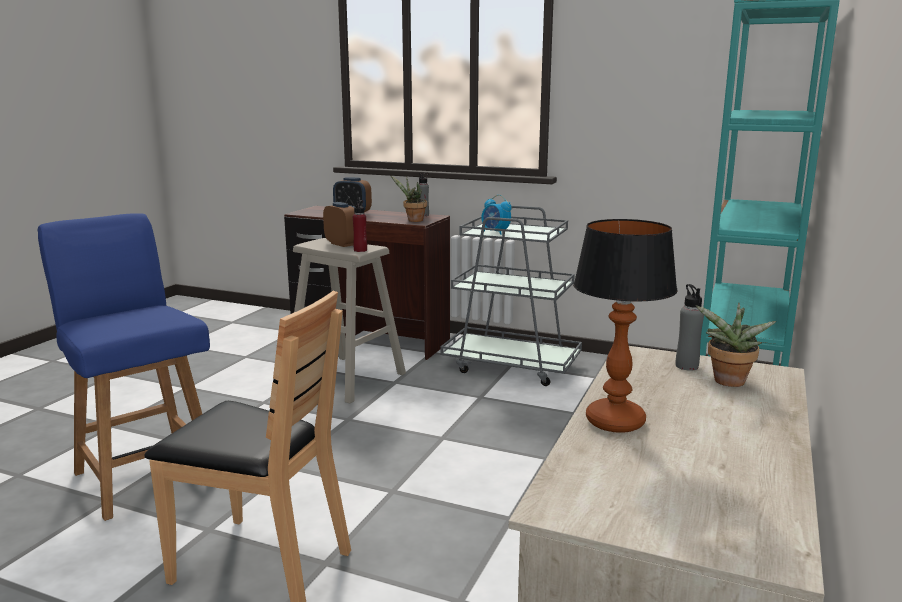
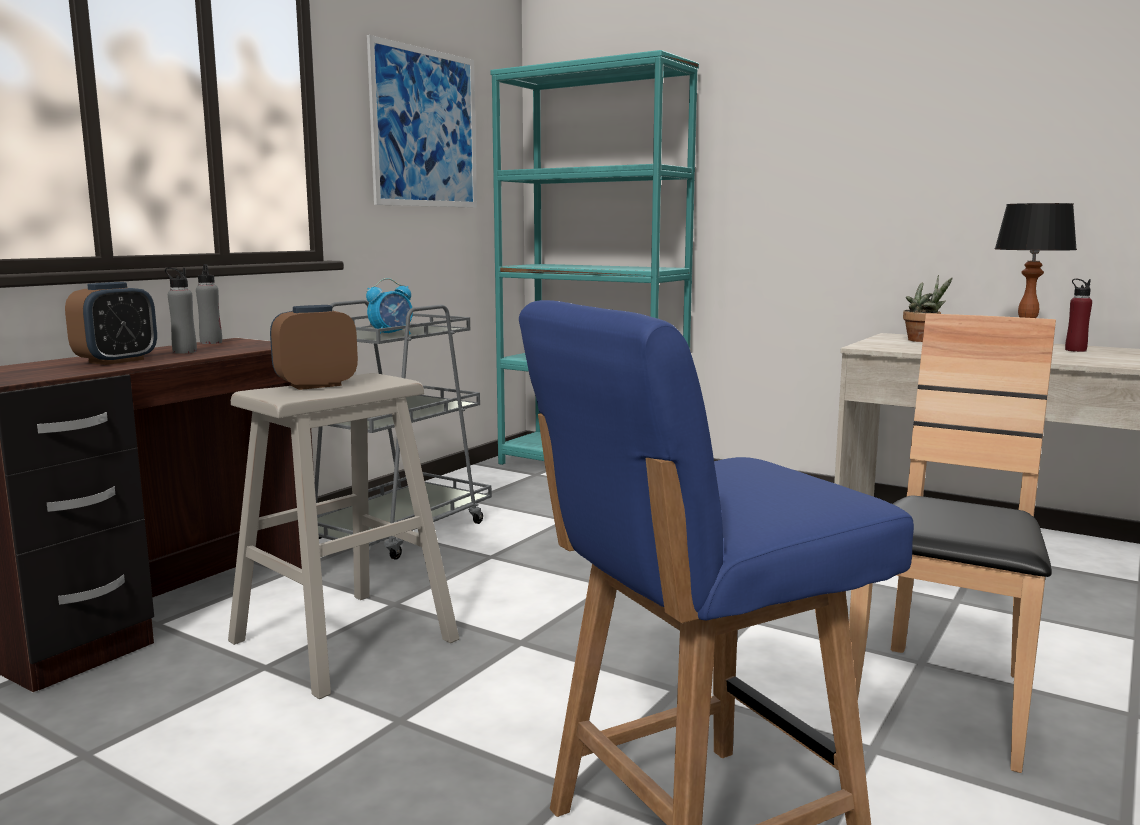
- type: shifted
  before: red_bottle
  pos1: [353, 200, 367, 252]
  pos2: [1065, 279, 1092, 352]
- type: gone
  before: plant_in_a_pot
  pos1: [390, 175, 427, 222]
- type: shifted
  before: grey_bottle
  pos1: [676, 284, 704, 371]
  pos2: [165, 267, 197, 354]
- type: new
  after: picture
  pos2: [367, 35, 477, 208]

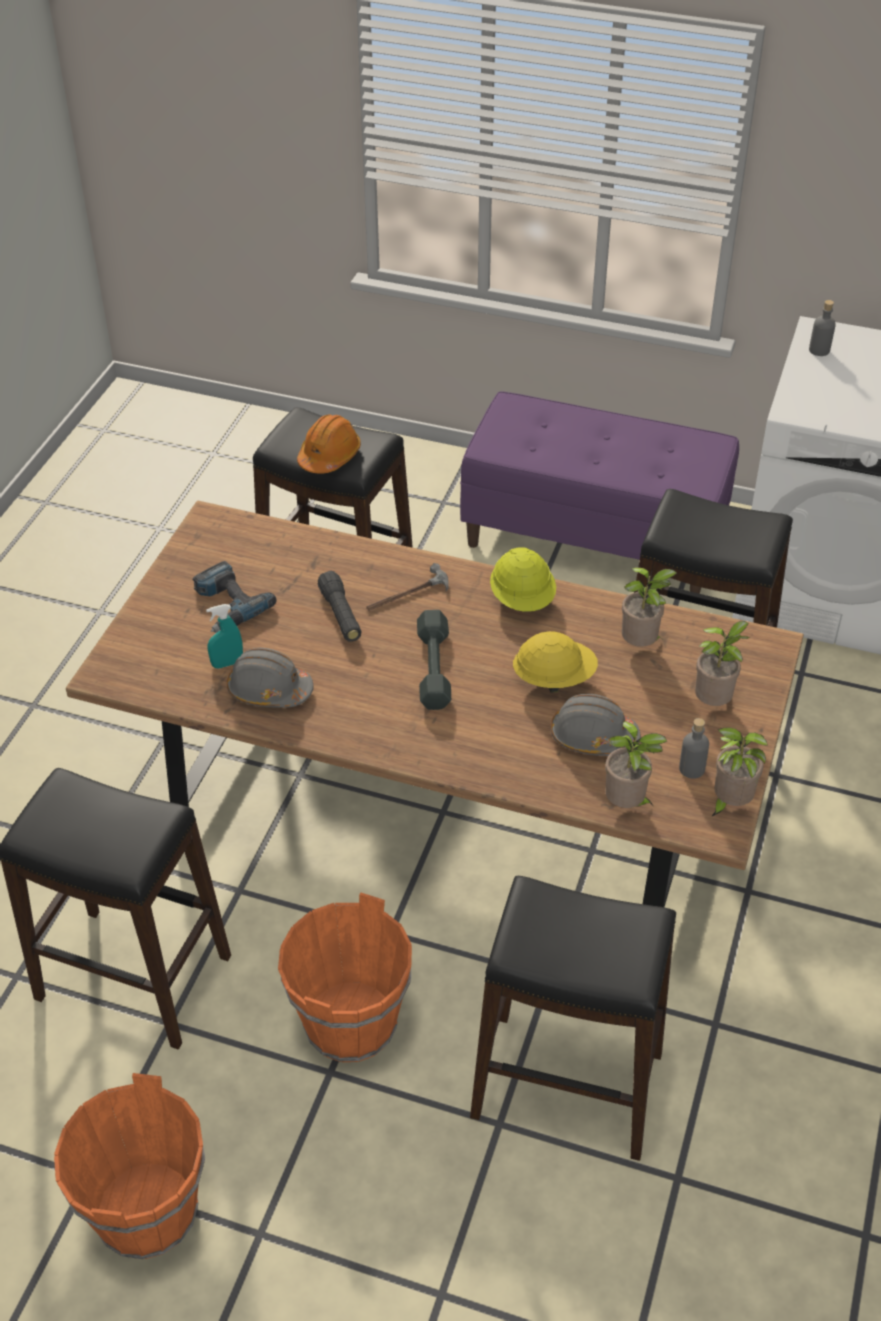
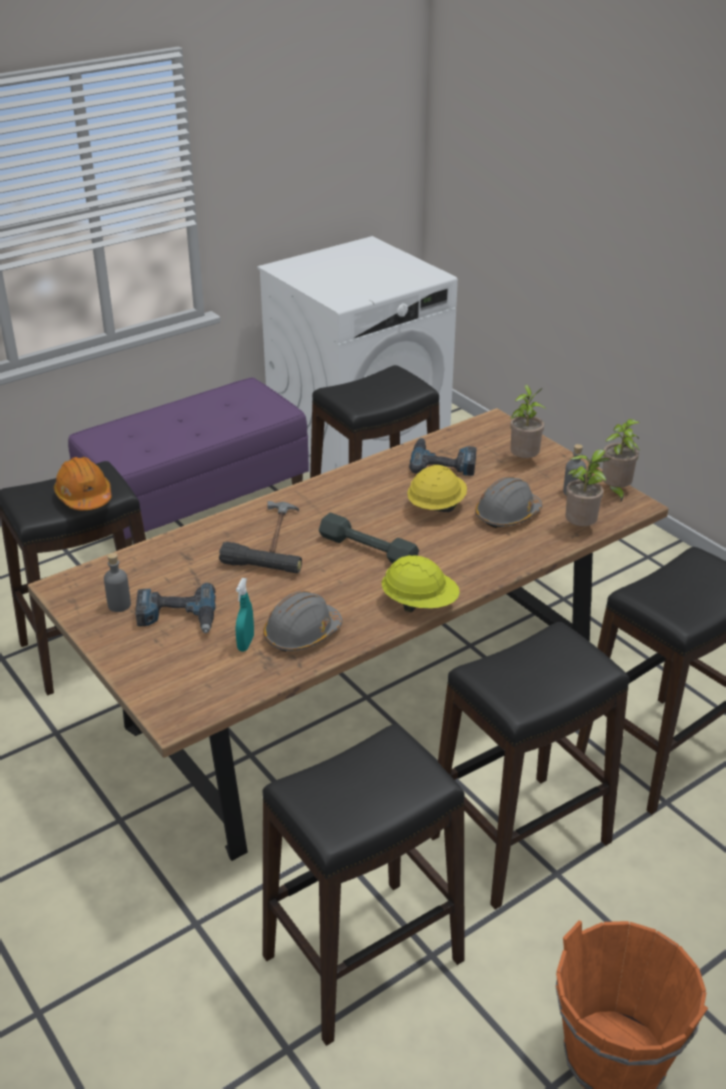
- type: swapped
  before: orange_bucket
  after: black-coloured_stool
  pos1: [278, 893, 412, 1062]
  pos2: [431, 622, 629, 910]
- type: shifted
  before: yellow_hard_hat
  pos1: [490, 547, 556, 612]
  pos2: [382, 555, 460, 612]
- type: swapped
  before: plant_in_a_pot
  after: power_drill
  pos1: [622, 567, 677, 647]
  pos2: [409, 438, 477, 476]
- type: shifted
  before: grey_bottle
  pos1: [809, 300, 836, 356]
  pos2: [104, 553, 131, 612]

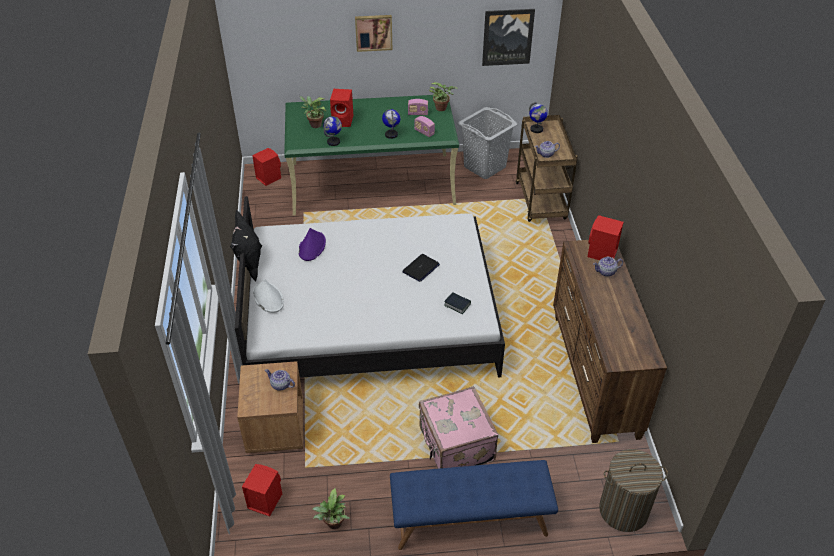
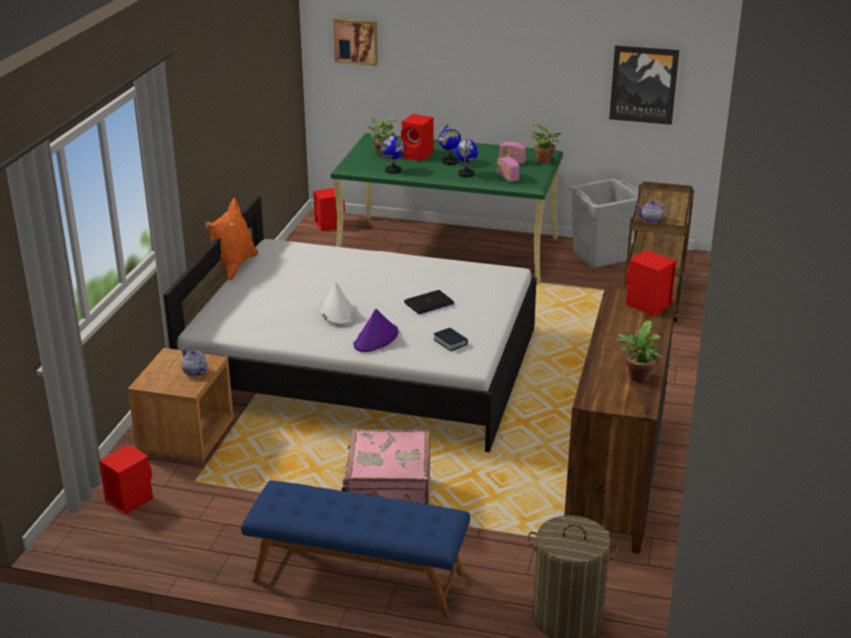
- type: repainted
  before: black-coloured_cushion
  after: orange_cushion
  pos1: [230, 209, 262, 281]
  pos2: [205, 197, 258, 281]
- type: shifted
  before: whitish_wearable_hat
  pos1: [253, 279, 284, 313]
  pos2: [320, 282, 355, 325]
- type: shifted
  before: purplish_wearable_hat
  pos1: [299, 228, 326, 261]
  pos2: [353, 309, 399, 352]
- type: shifted
  before: plant_in_a_pot
  pos1: [312, 488, 350, 529]
  pos2: [616, 321, 663, 382]
- type: shifted
  before: picture
  pos1: [355, 15, 392, 52]
  pos2: [333, 18, 378, 66]
- type: shifted
  before: desk_globe
  pos1: [529, 102, 548, 133]
  pos2: [439, 124, 461, 165]
- type: gone
  before: teapot
  pos1: [593, 257, 623, 277]

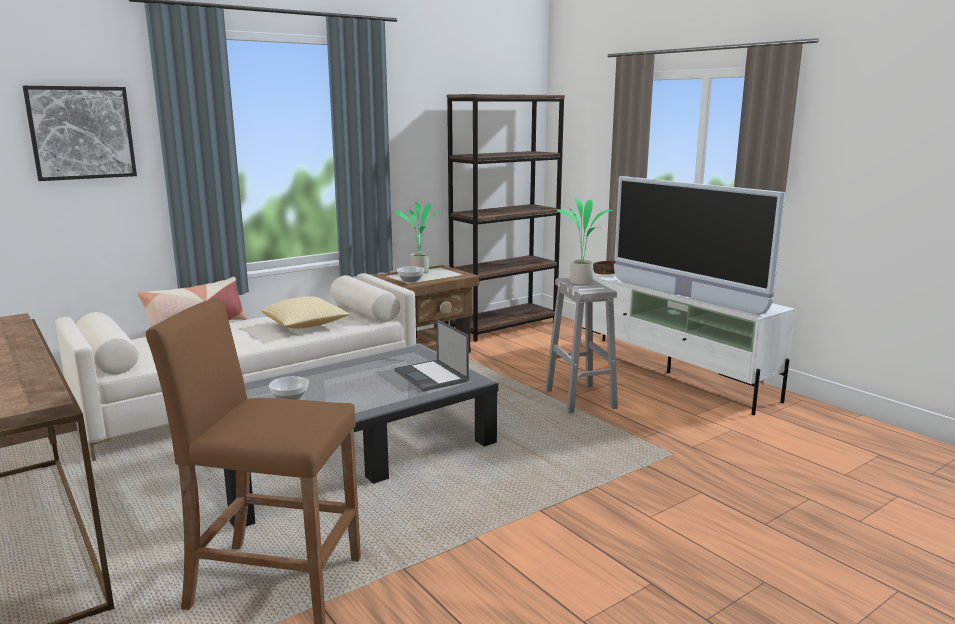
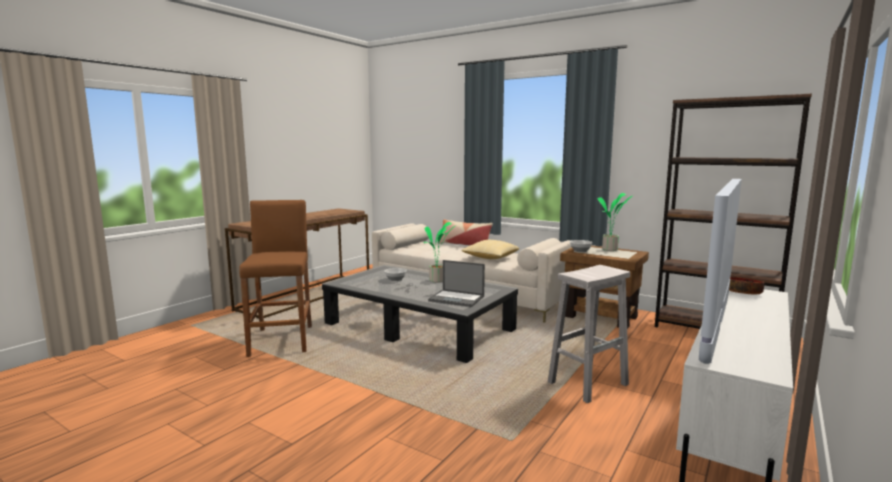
- type: gone
  before: picture
  pos1: [23, 86, 137, 181]
- type: rotated
  before: portable_computer
  pos1: [394, 319, 469, 392]
  pos2: [428, 260, 485, 307]
  turn: -105
- type: shifted
  before: plant_in_a_pot
  pos1: [557, 198, 613, 285]
  pos2: [423, 222, 455, 282]

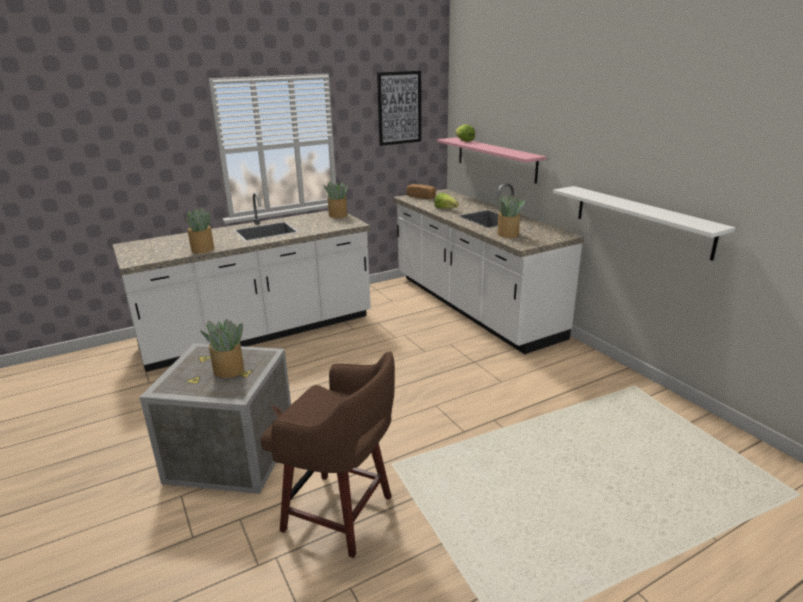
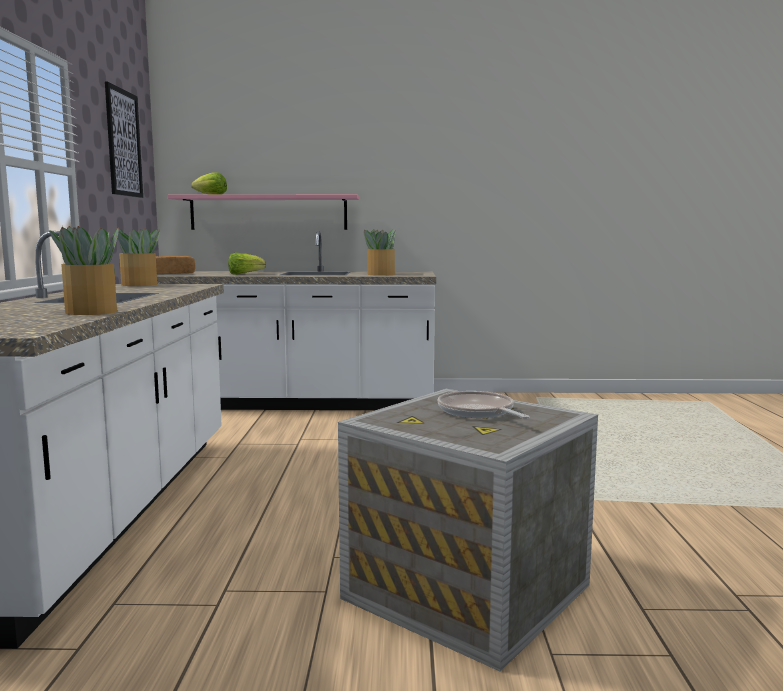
- type: swapped
  before: plant_in_a_pot
  after: skillet
  pos1: [200, 319, 244, 378]
  pos2: [437, 391, 530, 419]
- type: gone
  before: brownish_stool
  pos1: [260, 351, 395, 558]
- type: gone
  before: whitish_shelf
  pos1: [553, 186, 736, 261]

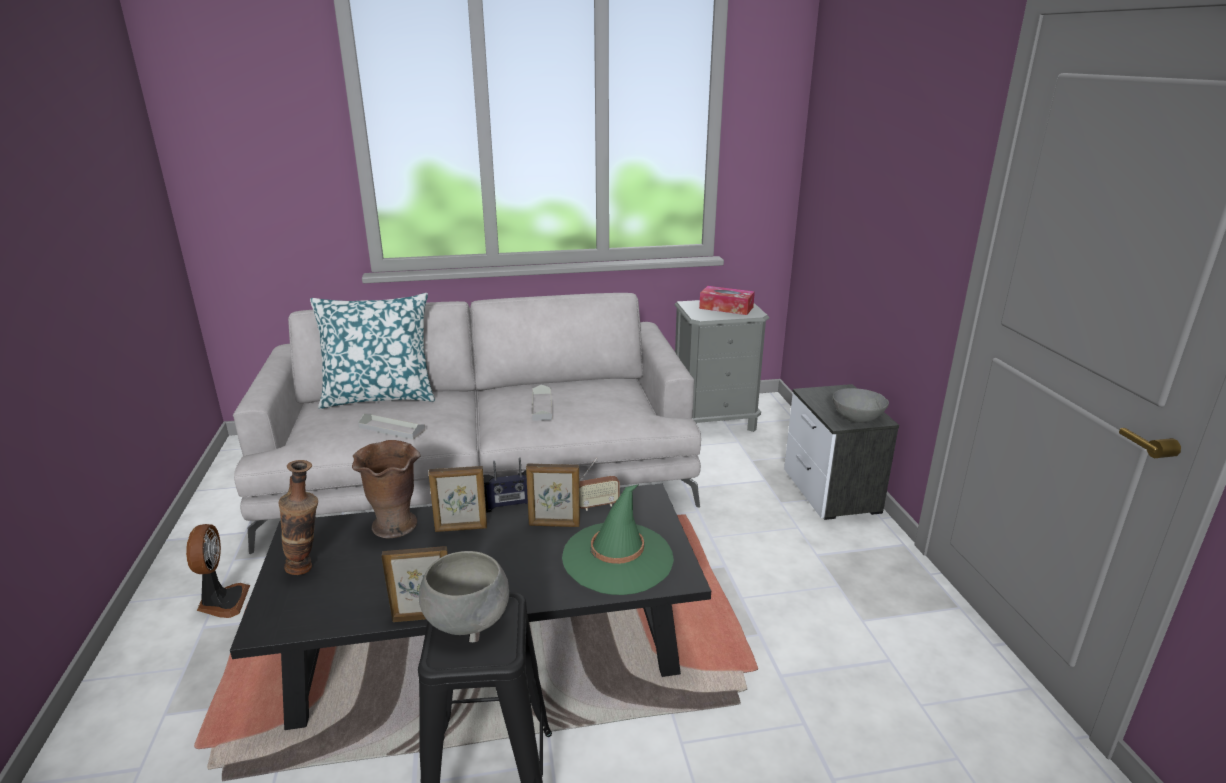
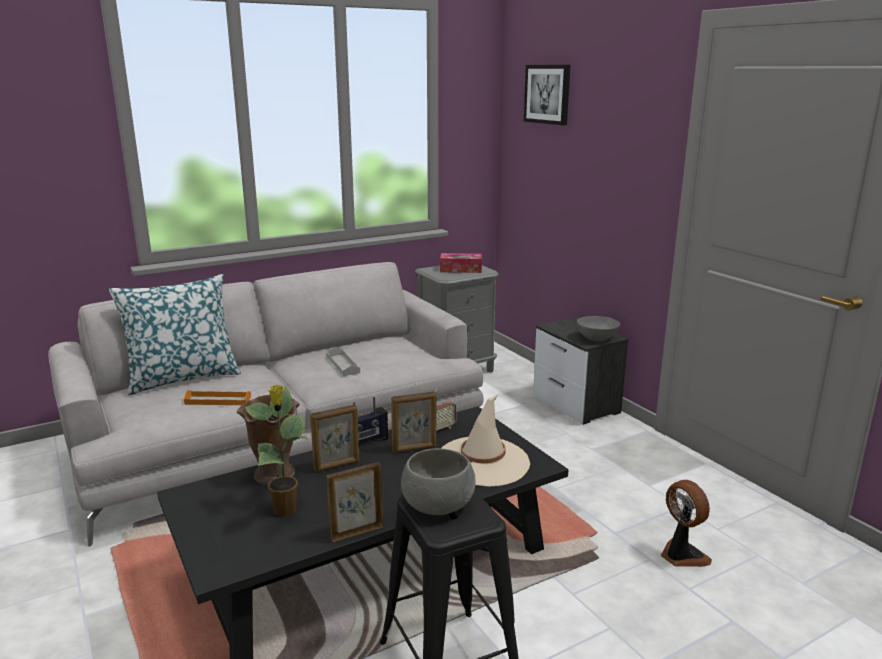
- type: shifted
  before: electric_fan
  pos1: [186, 524, 250, 618]
  pos2: [661, 480, 712, 567]
- type: gone
  before: vase
  pos1: [279, 460, 318, 575]
- type: repainted
  before: grey_carrying_tray
  after: orange_carrying_tray
  pos1: [358, 414, 425, 439]
  pos2: [184, 391, 251, 405]
- type: repainted
  before: green_wearable_hat
  after: sand-coloured_wearable_hat
  pos1: [562, 484, 674, 595]
  pos2: [441, 394, 530, 487]
- type: new
  after: plant_in_a_pot
  pos2: [245, 385, 308, 516]
- type: new
  after: picture
  pos2: [524, 65, 570, 125]

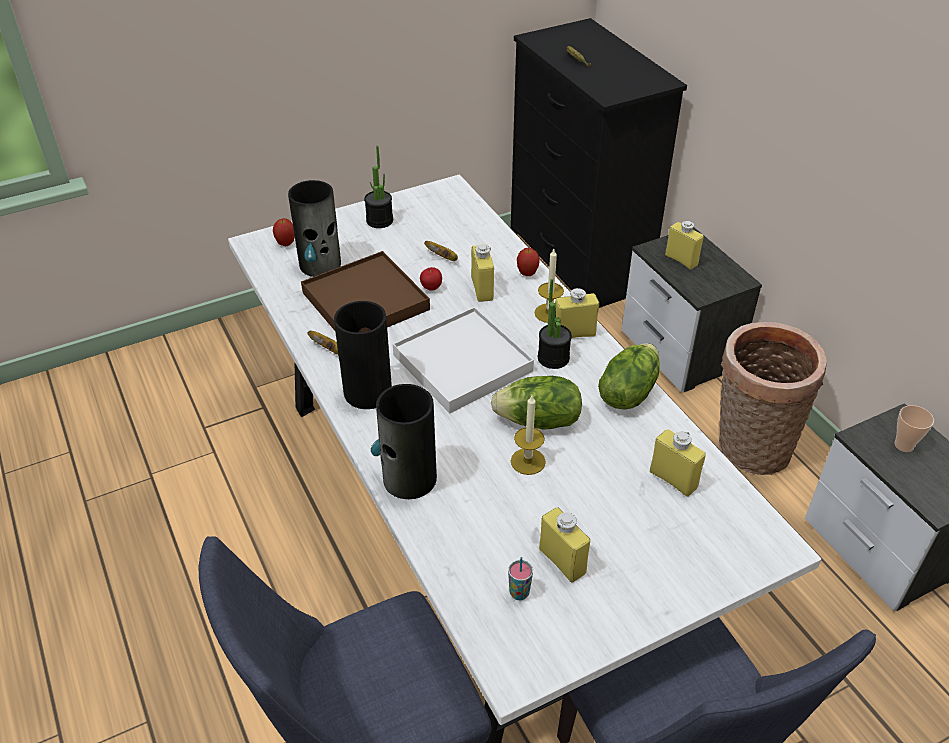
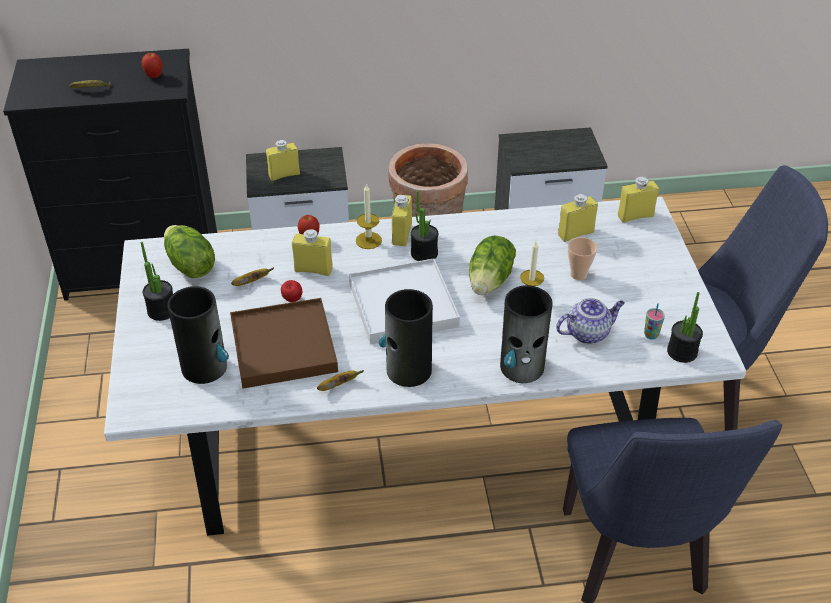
- type: shifted
  before: apple_fruit
  pos1: [273, 218, 295, 246]
  pos2: [142, 53, 162, 78]
- type: shifted
  before: yellow_bottle
  pos1: [539, 508, 590, 582]
  pos2: [618, 177, 659, 223]
- type: shifted
  before: lettuce_head
  pos1: [598, 343, 660, 409]
  pos2: [164, 225, 215, 278]
- type: shifted
  before: small_cup
  pos1: [894, 405, 934, 452]
  pos2: [568, 237, 597, 280]
- type: new
  after: teapot
  pos2: [556, 298, 625, 344]
- type: new
  after: plant_in_a_pot
  pos2: [667, 292, 703, 363]

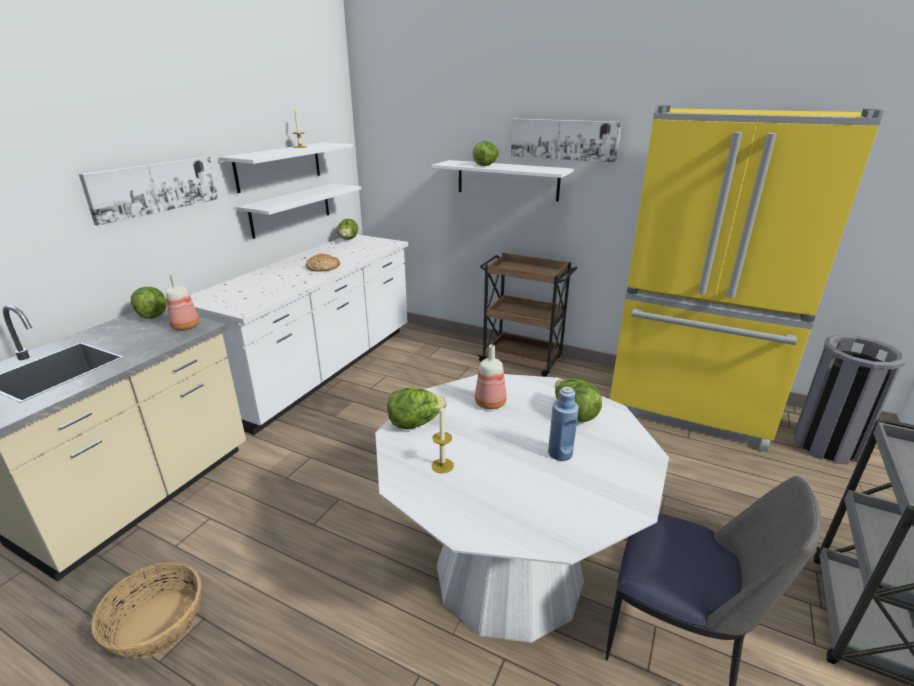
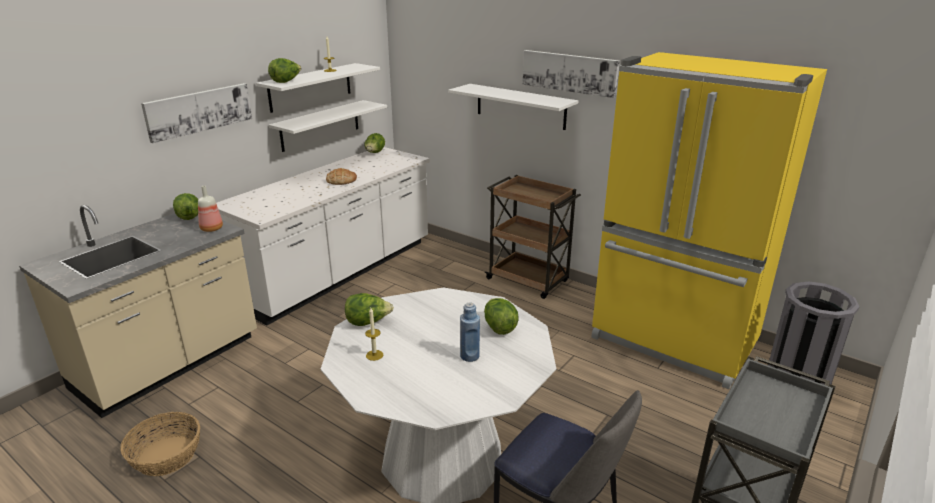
- type: shifted
  before: lettuce_head
  pos1: [473, 141, 499, 166]
  pos2: [268, 58, 301, 83]
- type: gone
  before: bottle
  pos1: [475, 344, 507, 409]

